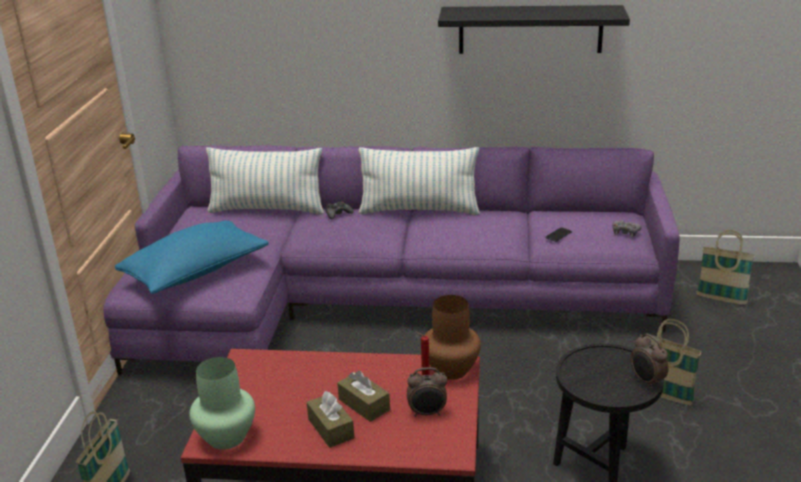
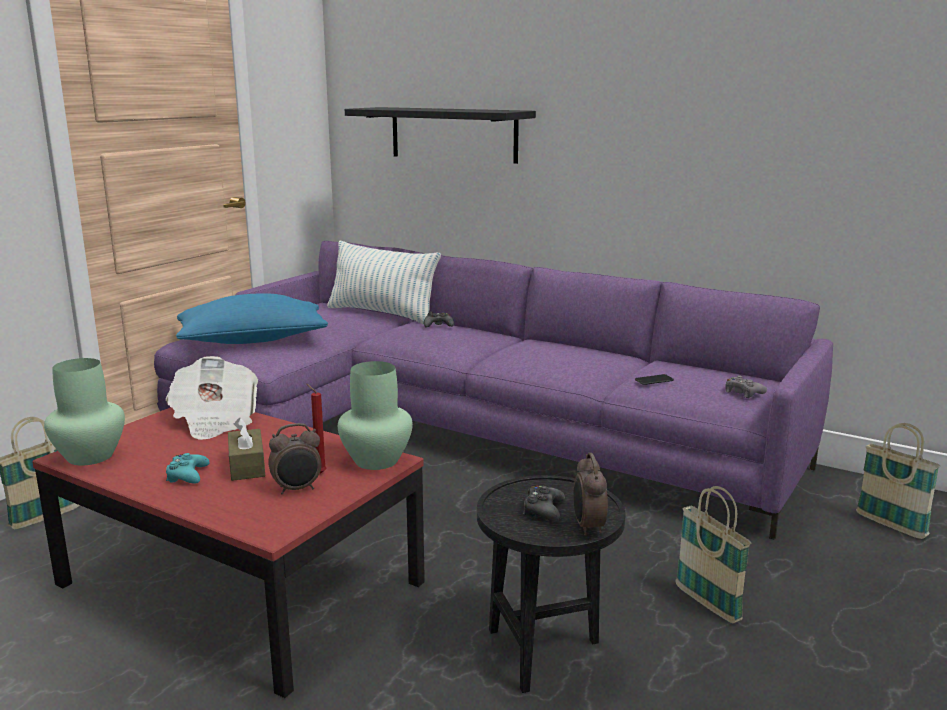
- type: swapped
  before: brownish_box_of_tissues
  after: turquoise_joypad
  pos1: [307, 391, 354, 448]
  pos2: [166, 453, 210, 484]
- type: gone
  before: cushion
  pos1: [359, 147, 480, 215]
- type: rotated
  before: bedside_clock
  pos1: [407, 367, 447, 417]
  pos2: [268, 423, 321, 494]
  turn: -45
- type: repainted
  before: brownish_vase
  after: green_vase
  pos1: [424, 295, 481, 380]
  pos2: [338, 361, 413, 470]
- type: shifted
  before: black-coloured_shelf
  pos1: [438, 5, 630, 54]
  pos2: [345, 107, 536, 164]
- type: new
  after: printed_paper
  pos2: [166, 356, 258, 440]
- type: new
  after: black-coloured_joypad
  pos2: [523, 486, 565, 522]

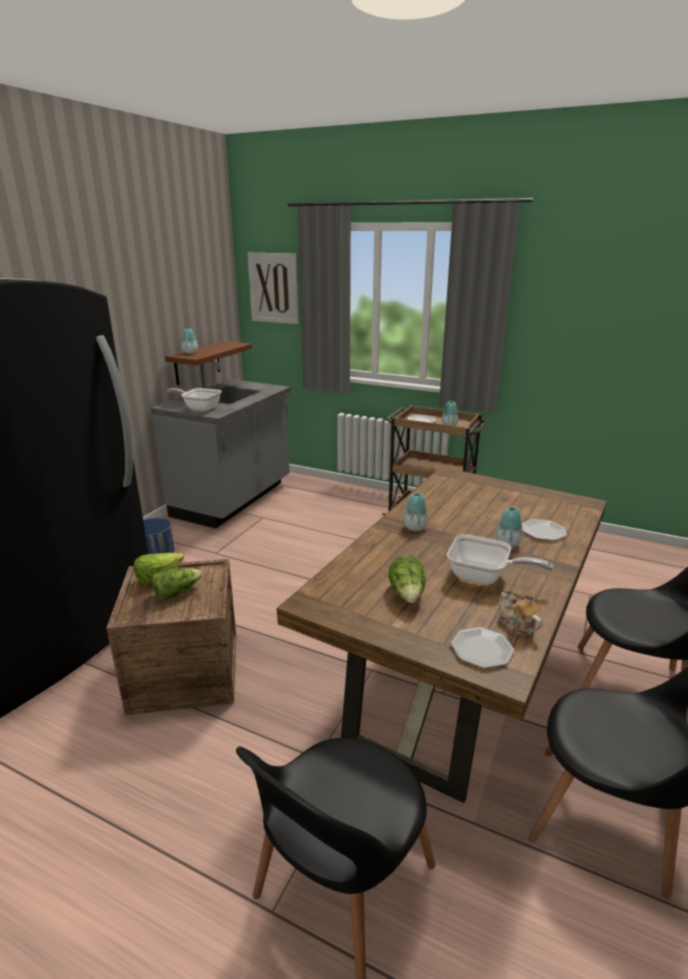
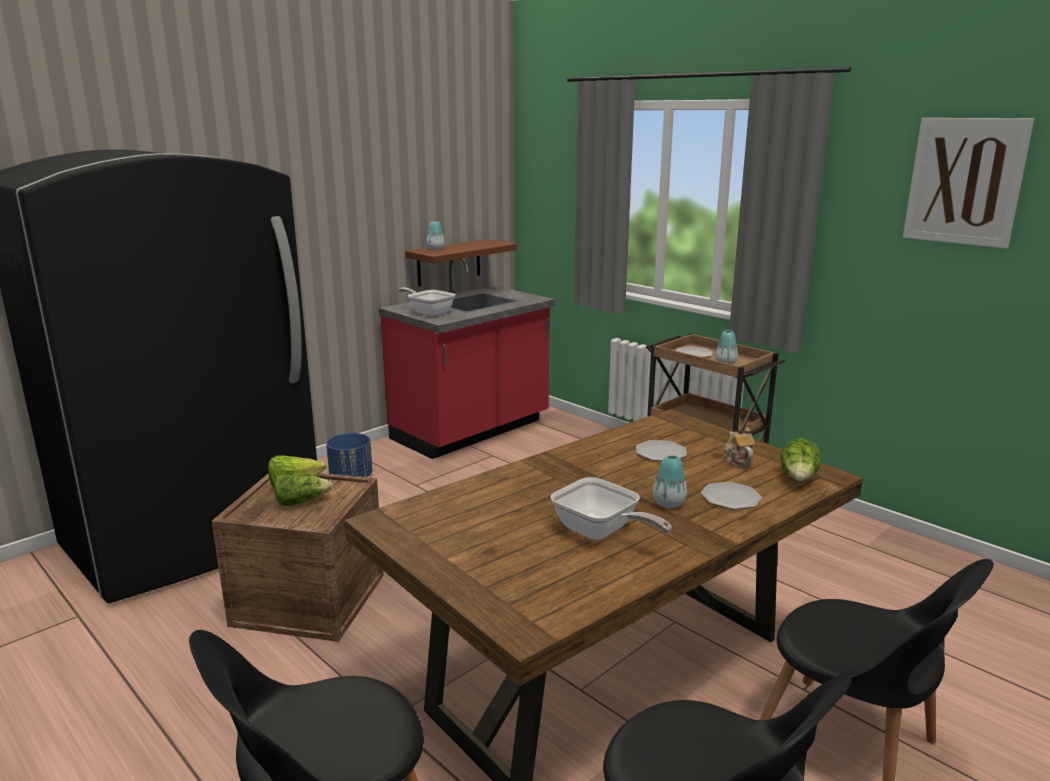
- type: repainted
  before: grey_kitchen_counter
  after: red_kitchen_counter
  pos1: [151, 359, 291, 529]
  pos2: [379, 258, 555, 459]
- type: shifted
  before: picture
  pos1: [247, 253, 298, 324]
  pos2: [903, 118, 1034, 249]
- type: shifted
  before: lettuce_head
  pos1: [388, 555, 426, 603]
  pos2: [780, 438, 821, 481]
- type: gone
  before: vase
  pos1: [403, 493, 428, 531]
- type: shifted
  before: flat_dish
  pos1: [451, 627, 514, 669]
  pos2: [636, 440, 687, 461]
- type: shifted
  before: teapot
  pos1: [499, 592, 542, 636]
  pos2: [724, 427, 755, 468]

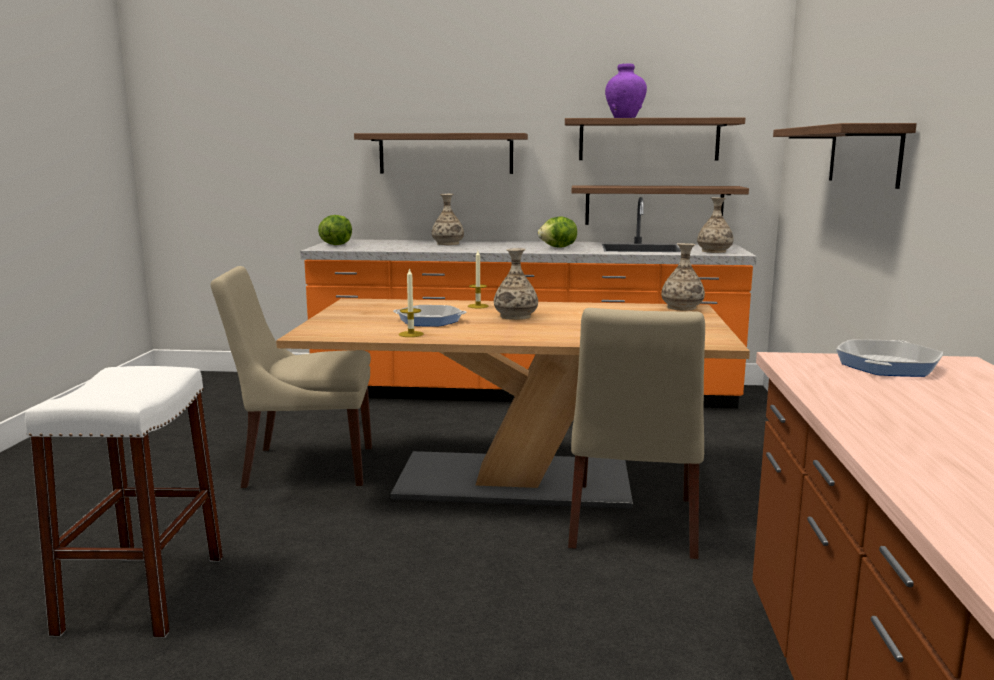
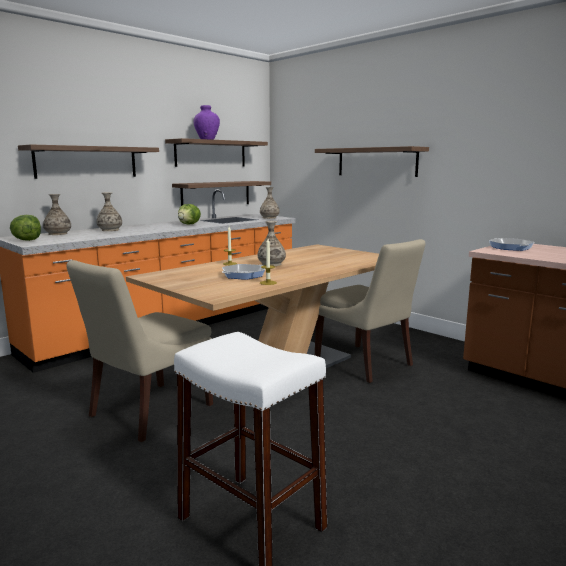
- type: shifted
  before: vase
  pos1: [661, 243, 705, 310]
  pos2: [43, 194, 71, 235]

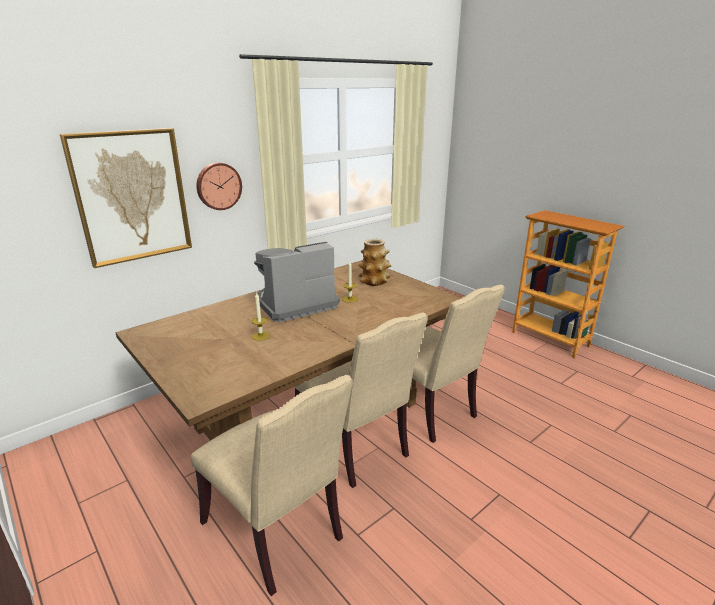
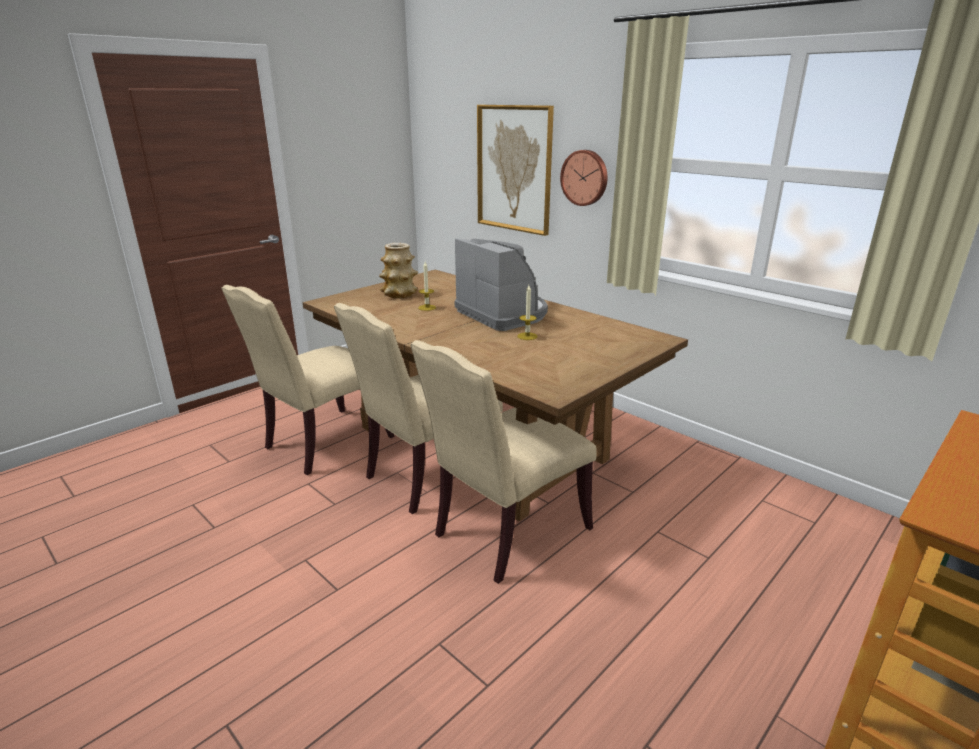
- type: shifted
  before: vase
  pos1: [358, 239, 391, 286]
  pos2: [379, 243, 418, 298]

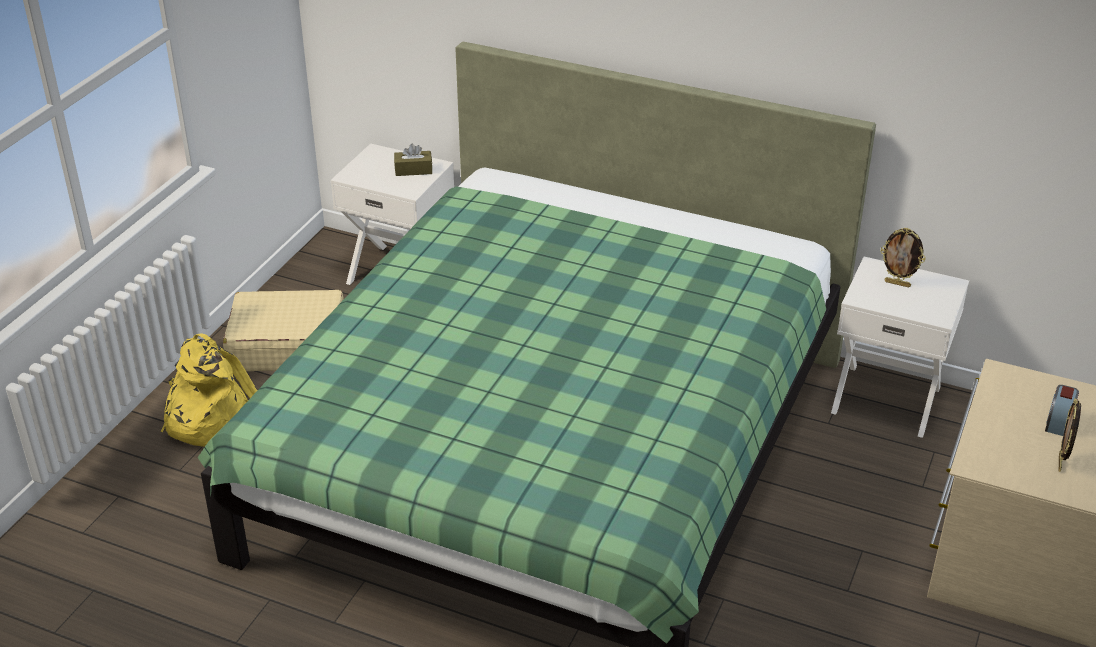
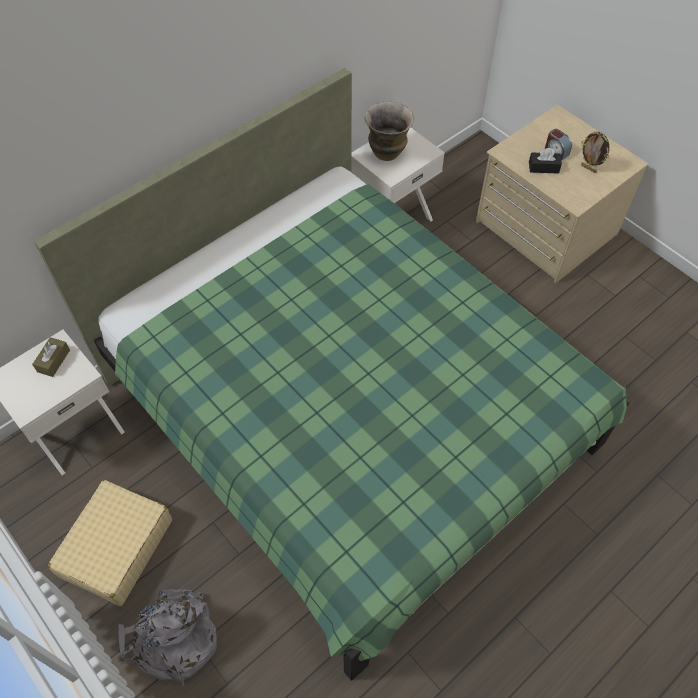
- type: repainted
  before: yellow_backpack
  after: grey_backpack
  pos1: [160, 333, 257, 447]
  pos2: [118, 589, 217, 686]
- type: swapped
  before: photo_frame
  after: vase
  pos1: [880, 228, 926, 287]
  pos2: [365, 101, 414, 161]
- type: new
  after: black-coloured_box_of_tissues
  pos2: [529, 148, 562, 174]

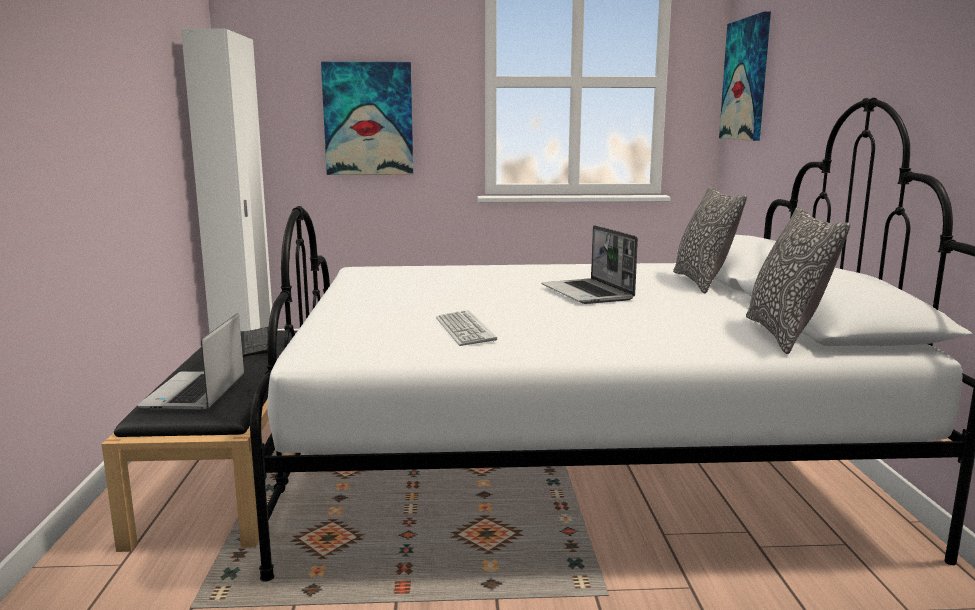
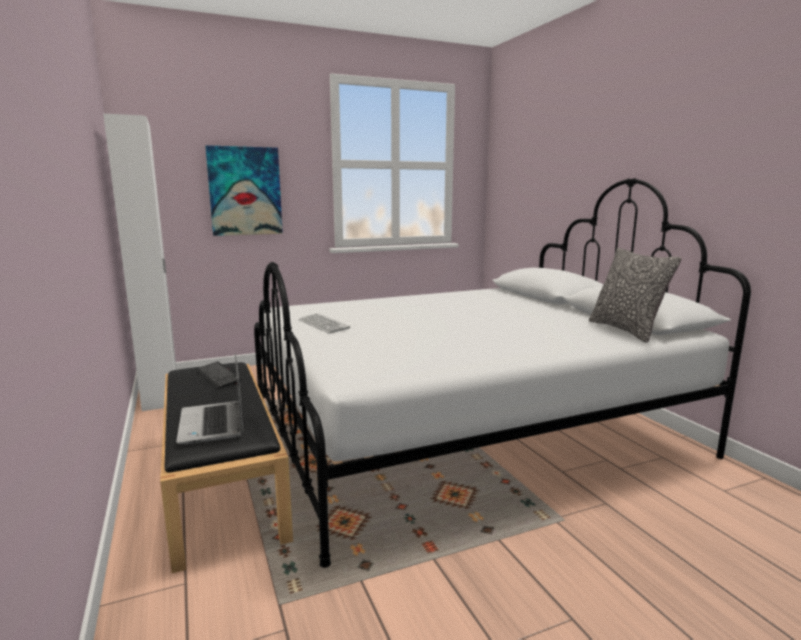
- type: shifted
  before: PC_keyboard
  pos1: [436, 310, 497, 346]
  pos2: [299, 313, 350, 334]
- type: gone
  before: portable_computer
  pos1: [541, 225, 638, 304]
- type: gone
  before: cushion
  pos1: [673, 186, 747, 293]
- type: gone
  before: picture
  pos1: [719, 12, 771, 141]

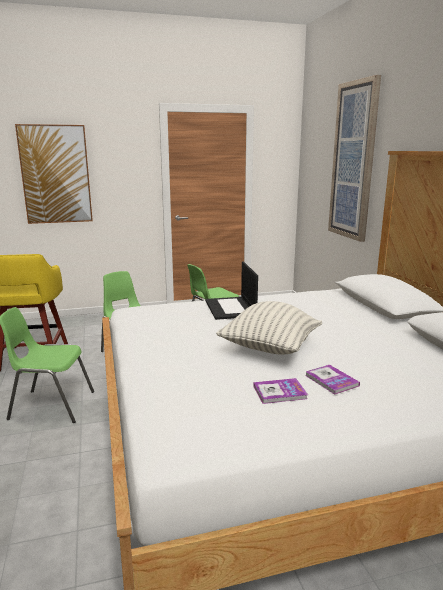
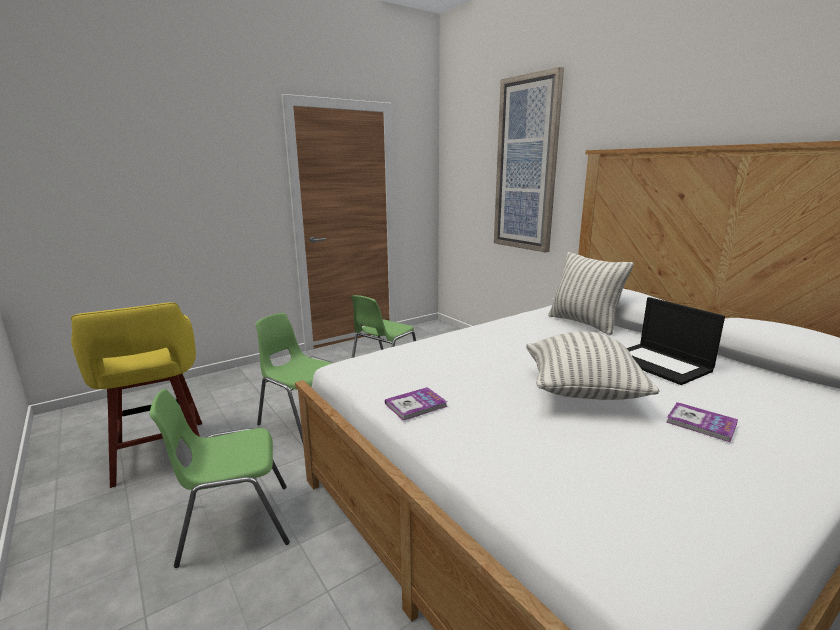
- type: gone
  before: picture
  pos1: [15, 124, 93, 224]
- type: shifted
  before: portable_computer
  pos1: [205, 262, 258, 320]
  pos2: [627, 297, 725, 385]
- type: shifted
  before: volume
  pos1: [253, 378, 308, 404]
  pos2: [385, 387, 448, 421]
- type: new
  after: cushion
  pos2: [548, 252, 634, 335]

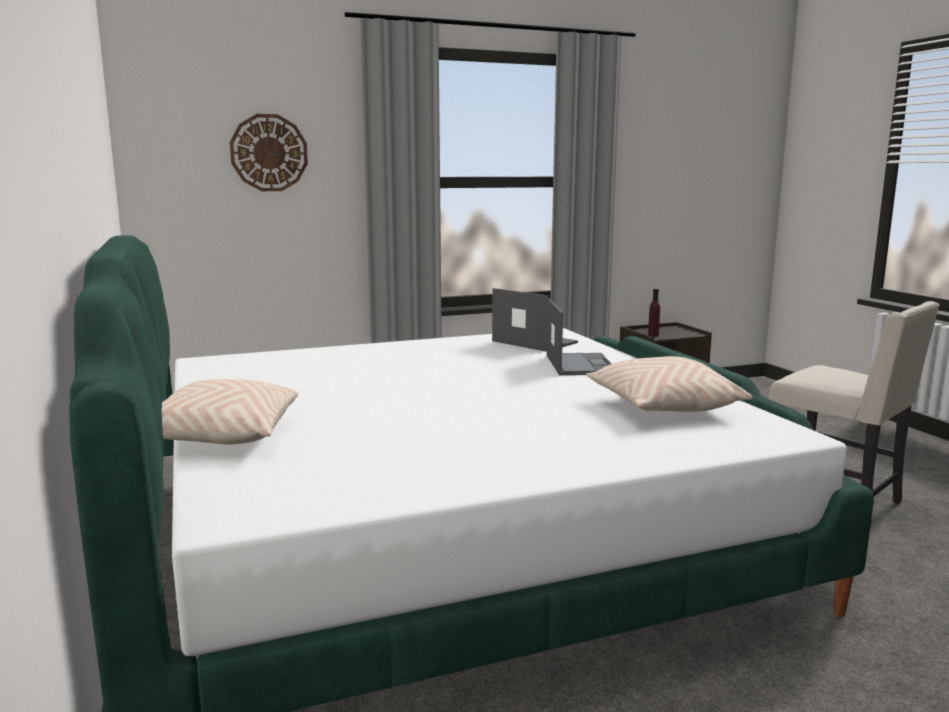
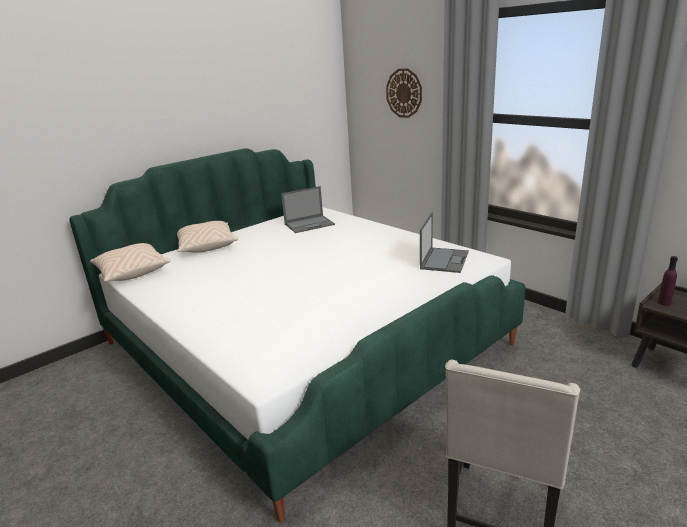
- type: shifted
  before: portable_computer
  pos1: [547, 299, 612, 375]
  pos2: [281, 186, 335, 233]
- type: shifted
  before: sand-coloured_cushion
  pos1: [586, 356, 753, 412]
  pos2: [90, 243, 171, 282]

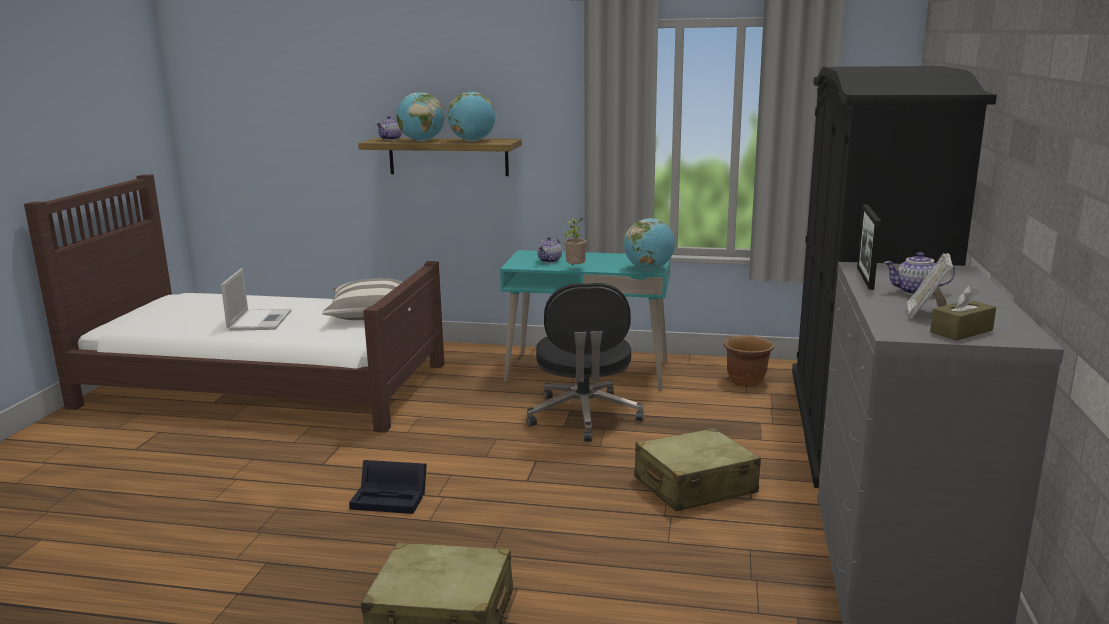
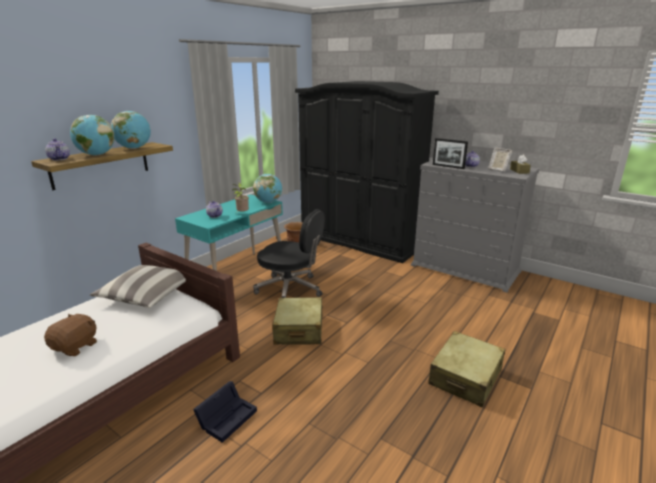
- type: swapped
  before: portable_computer
  after: brownish_cuddly_toy
  pos1: [221, 268, 292, 331]
  pos2: [44, 314, 97, 356]
- type: shifted
  before: black-coloured_storage_container
  pos1: [349, 460, 427, 514]
  pos2: [193, 381, 257, 443]
- type: shifted
  before: sand-coloured_piece_of_luggage
  pos1: [634, 428, 761, 512]
  pos2: [272, 297, 323, 345]

